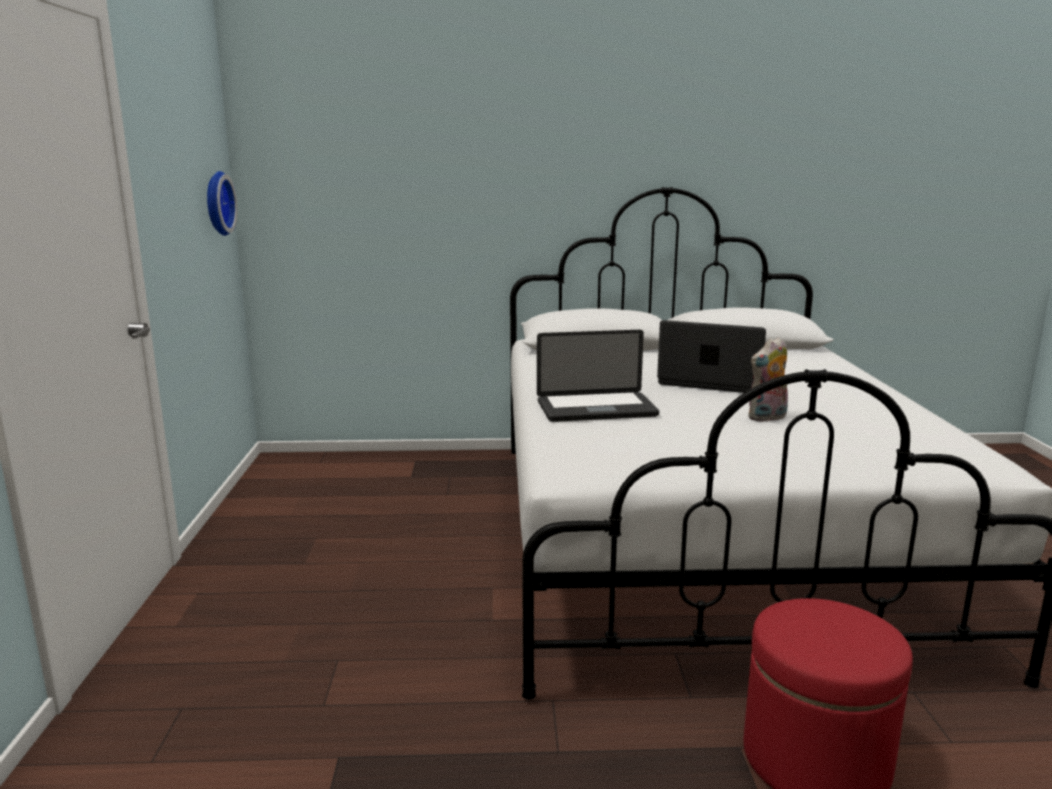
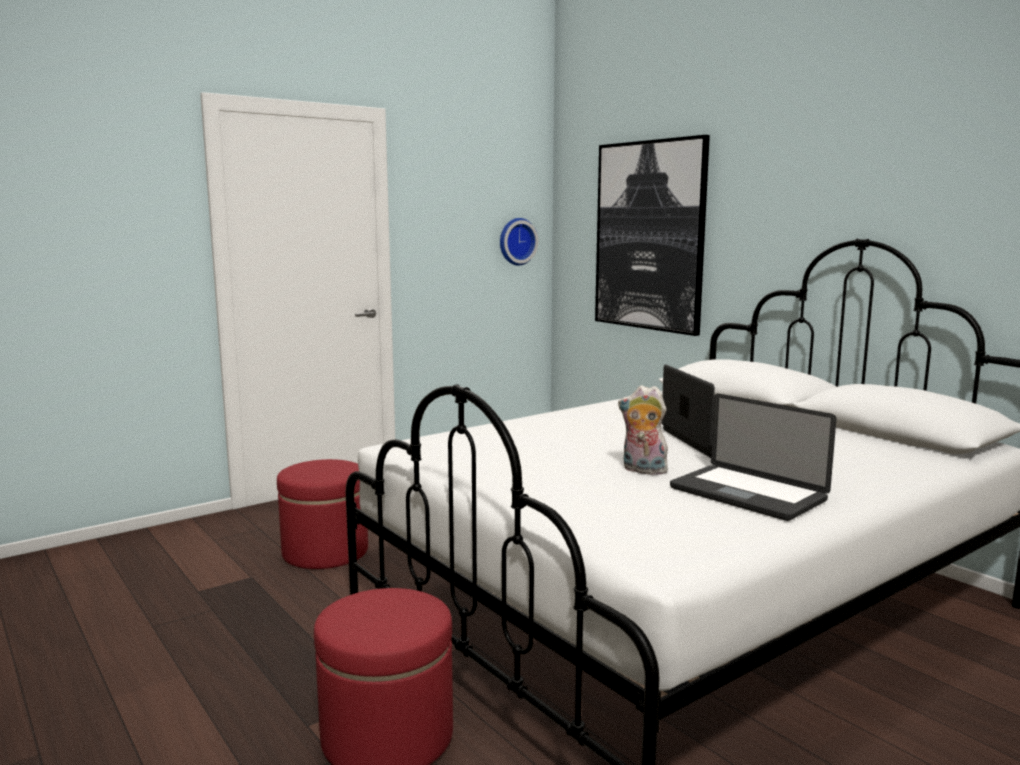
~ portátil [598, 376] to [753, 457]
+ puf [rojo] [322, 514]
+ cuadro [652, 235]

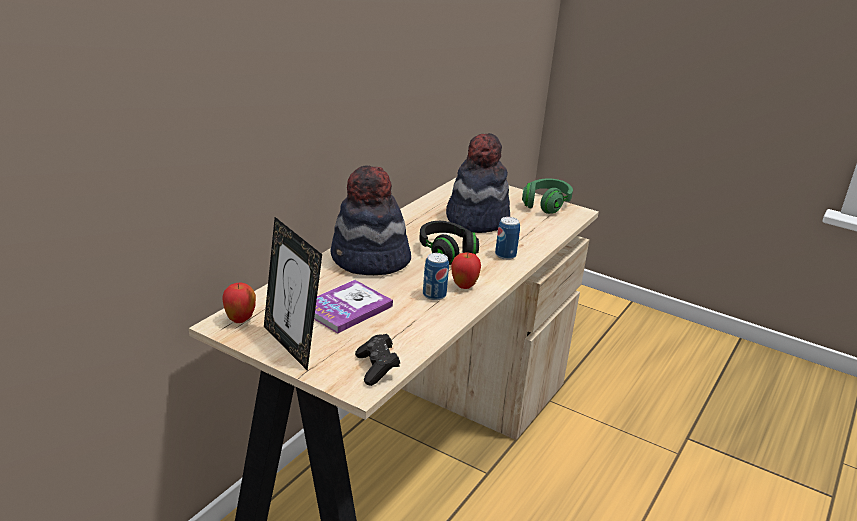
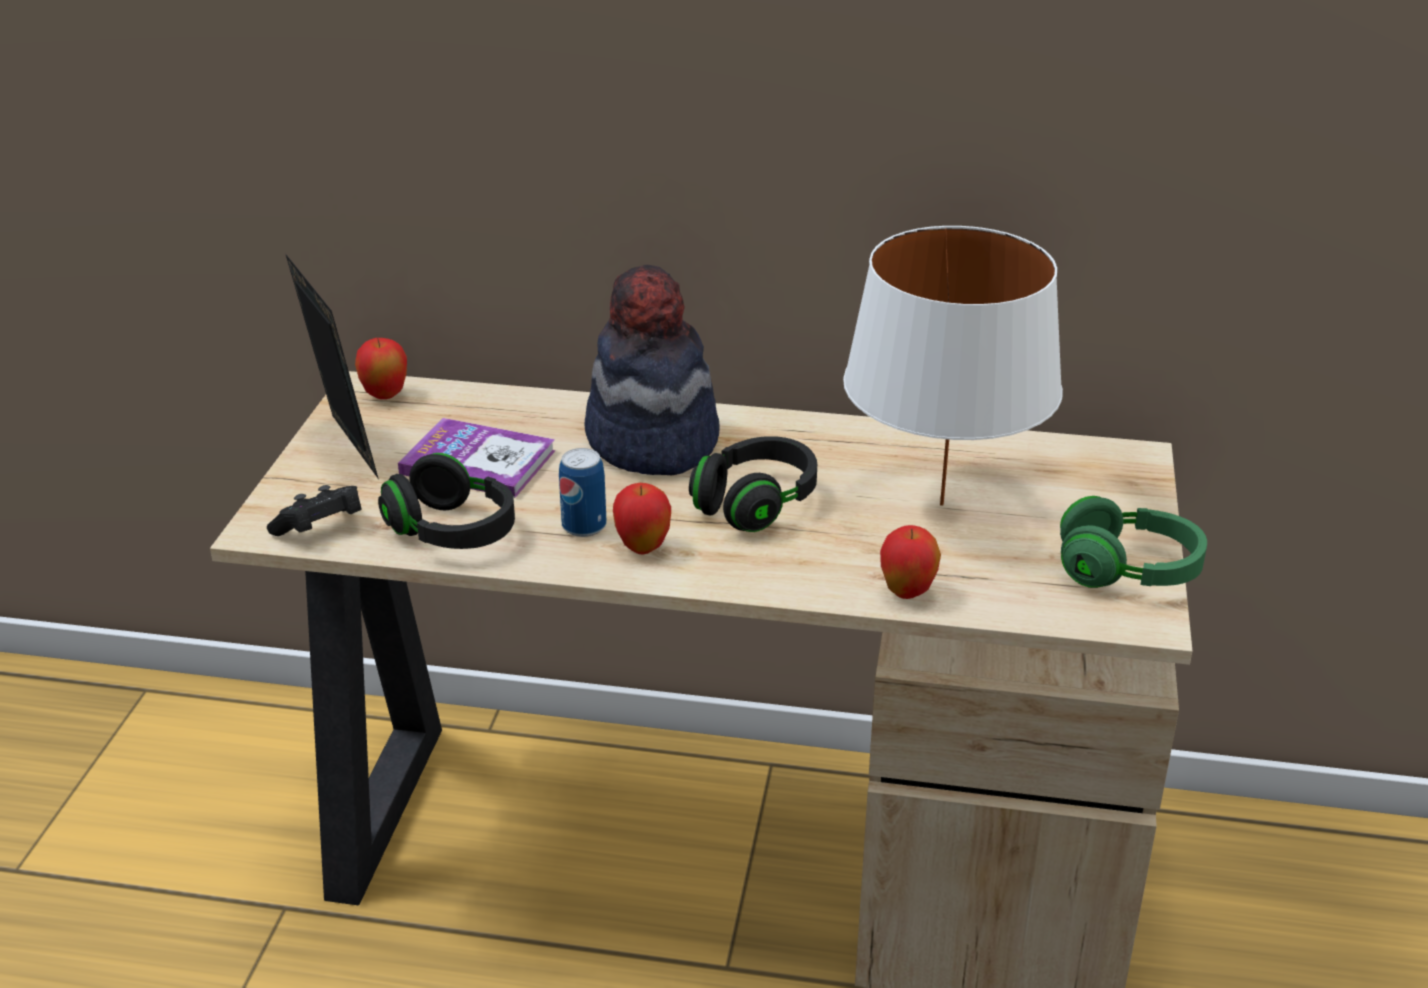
~ portarretratos [293, 294] = [332, 367] 120 degrees clockwise
~ sombrero [478, 183] to lámpara de mesa [blanco] [953, 366]
- lata [507, 238]
+ auriculares [negro] [446, 501]
+ manzana [910, 562]

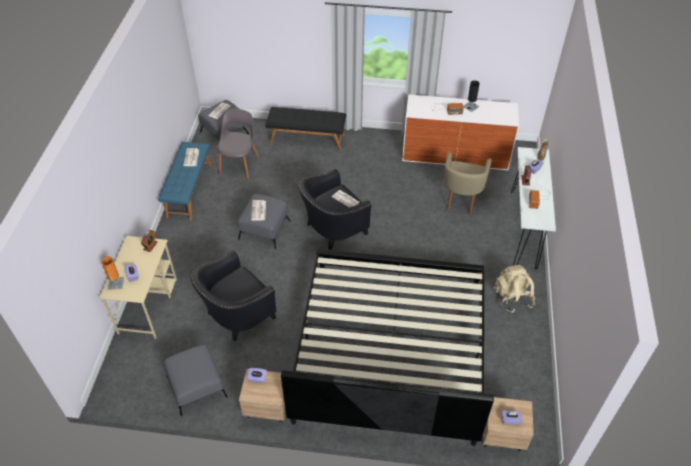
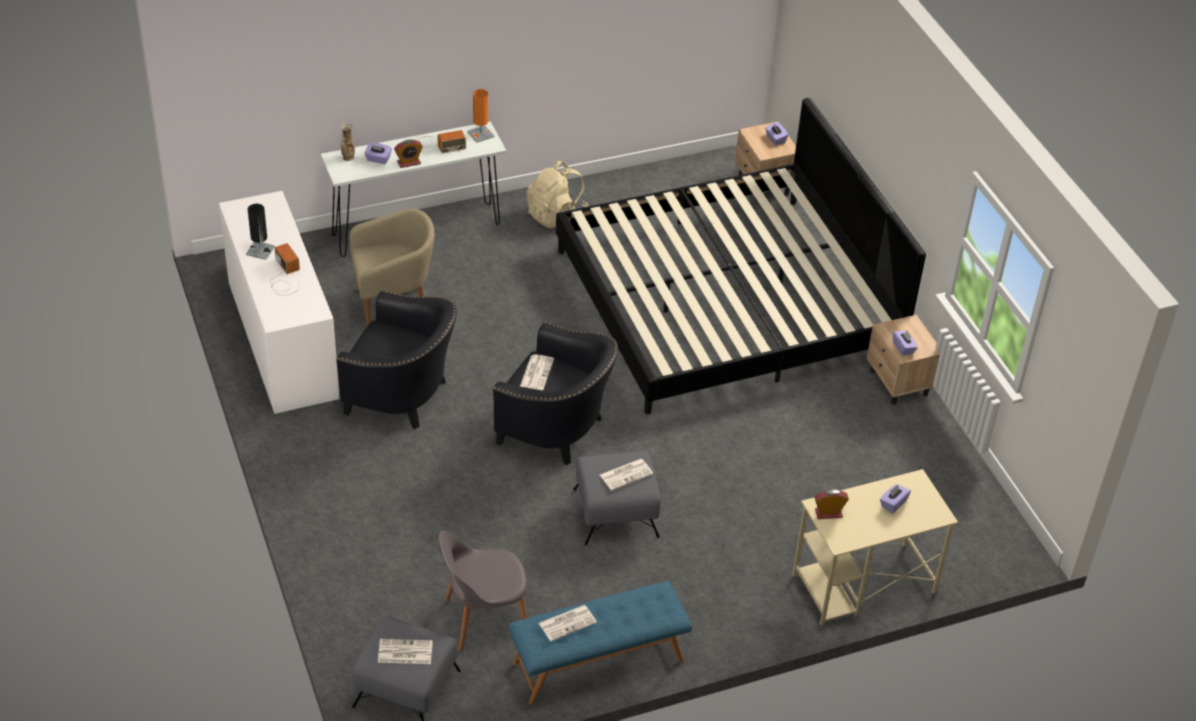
~ lámpara de mesa [naranja] [112, 273] to [480, 116]
- puf [gris] [195, 380]
~ sillón [negro] [234, 295] to [396, 359]
- banco [negro] [306, 129]

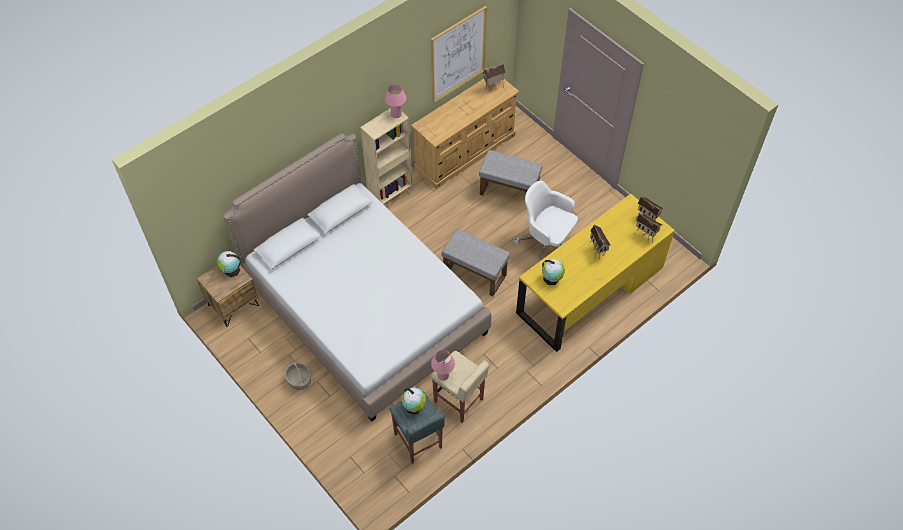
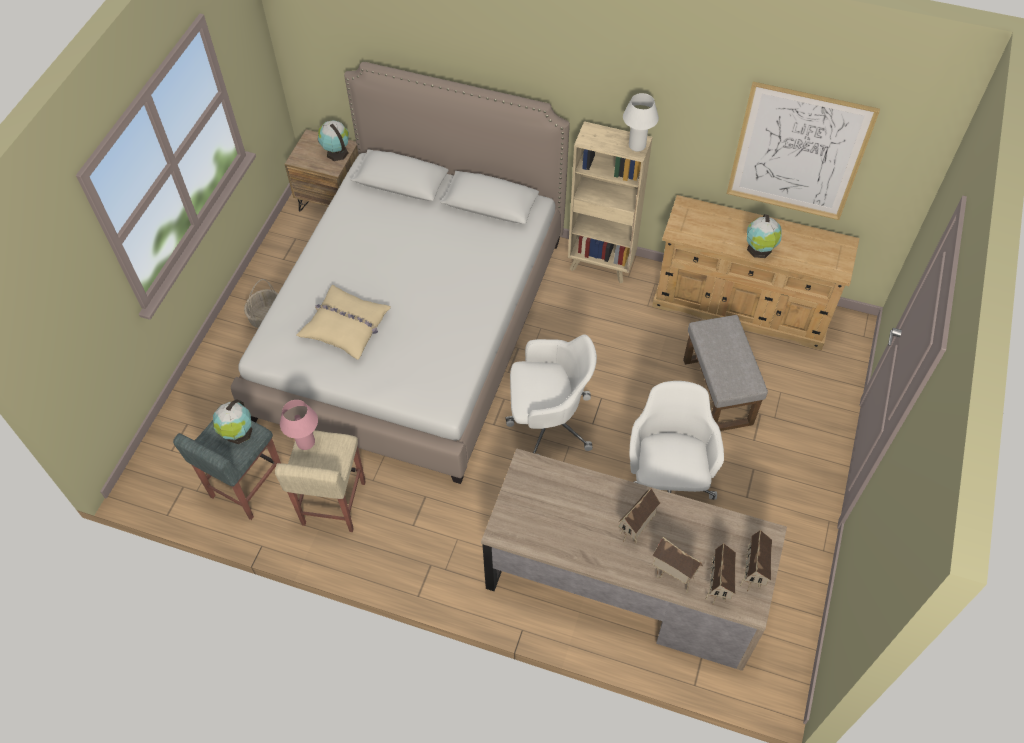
~ lámpara de mesa [rosa] [395, 101] to lámpara de mesa [blanco] [641, 122]
~ puf [gris] [476, 263] to silla de oficina [blanco] [551, 395]
~ casita [494, 78] to [677, 565]
~ escritorio [amarillo] [595, 273] to escritorio [marrón] [634, 559]
~ globo terráqueo [553, 272] to [764, 236]
+ cojín [beis] [343, 322]

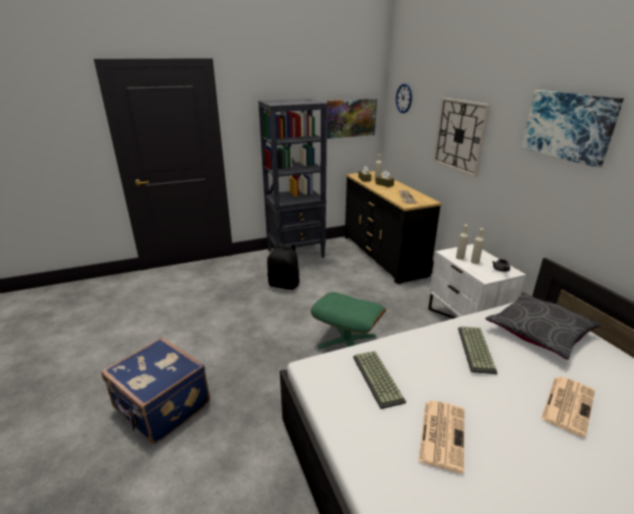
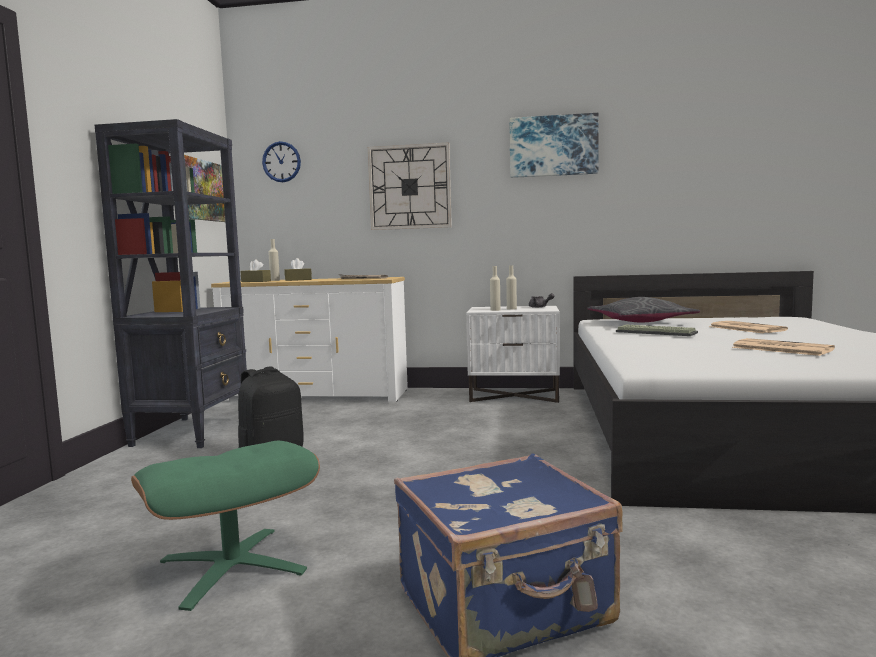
~ puf [verde] [348, 320] to [225, 526]
~ cómoda [negro] [393, 227] to cómoda [blanco] [309, 339]
- teclado [379, 380]

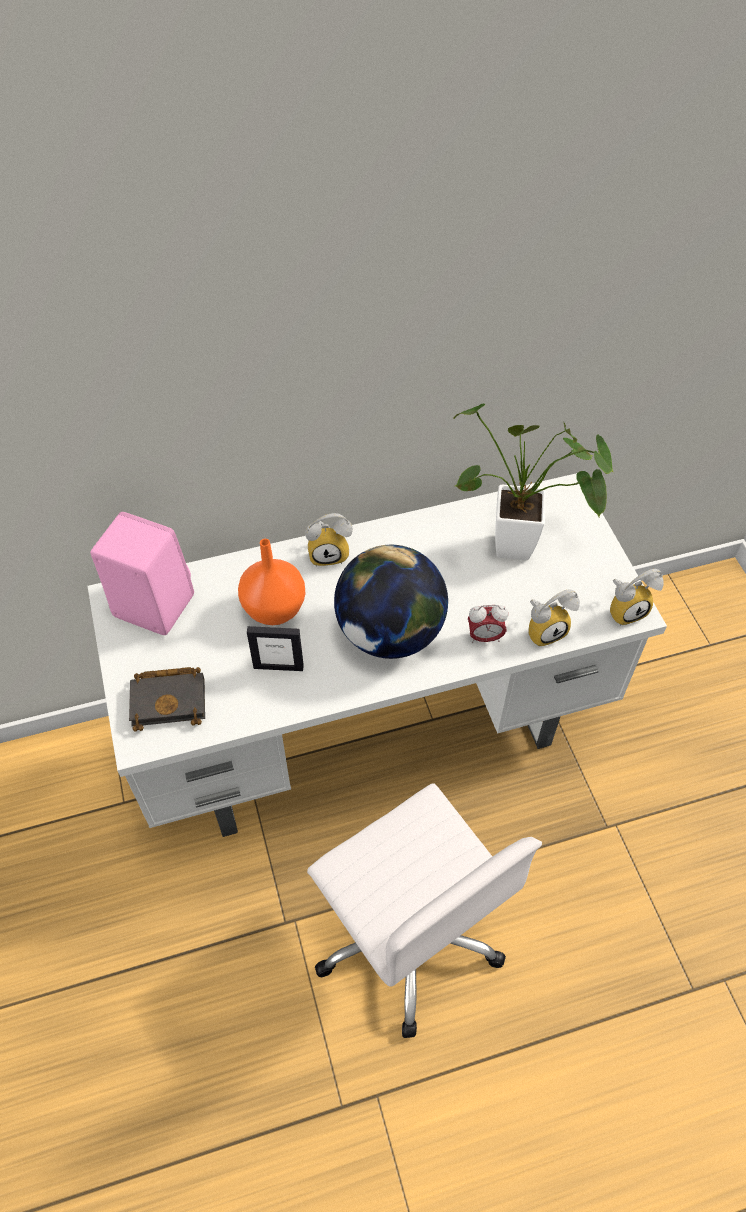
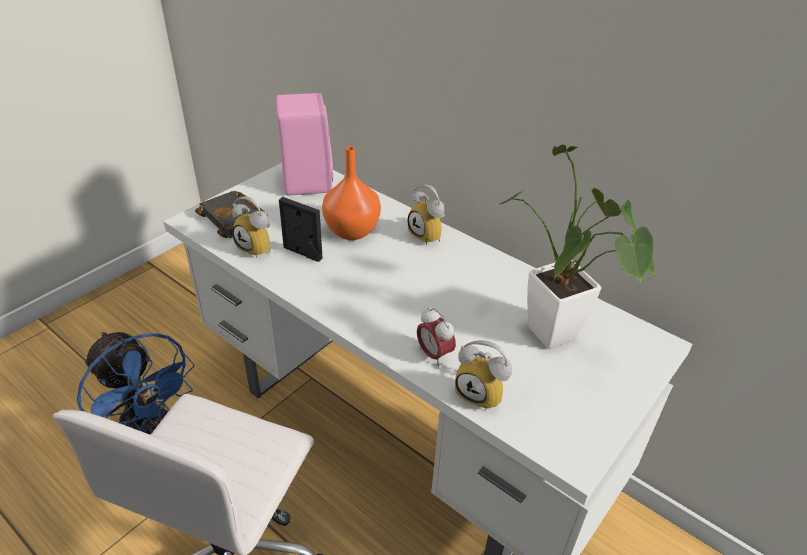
~ portarretratos [275, 648] = [301, 229] 150 degrees clockwise
- globo terráqueo [391, 602]
~ despertador [637, 597] to [251, 227]
+ ventilador [azul] [136, 383]

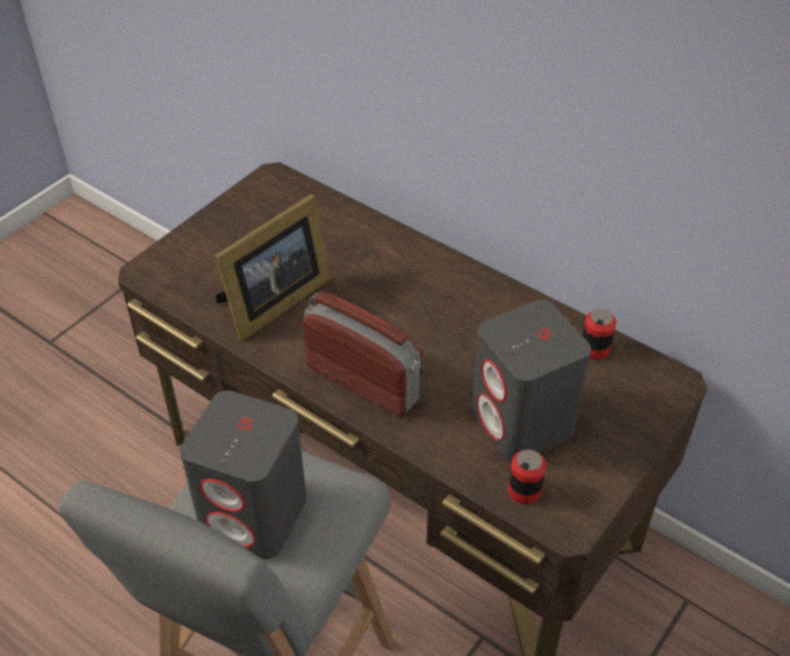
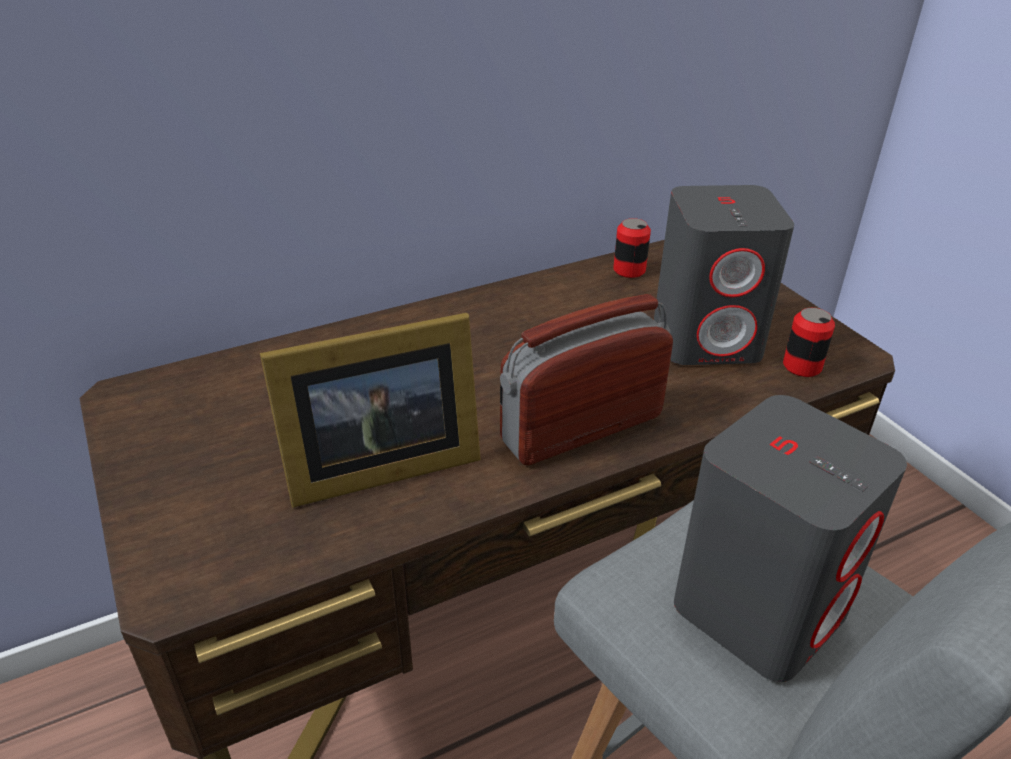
~ portarretratos [273, 267] = [370, 410] 90 degrees clockwise

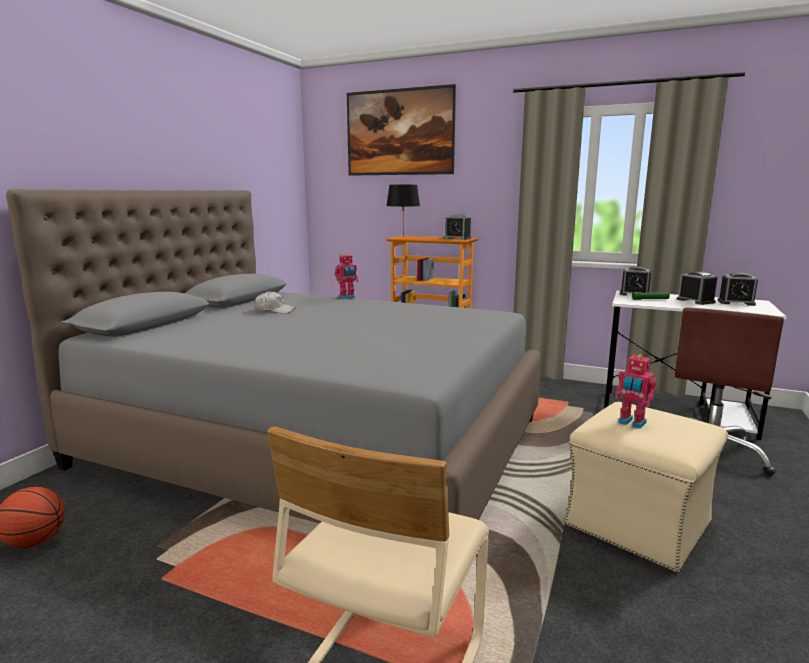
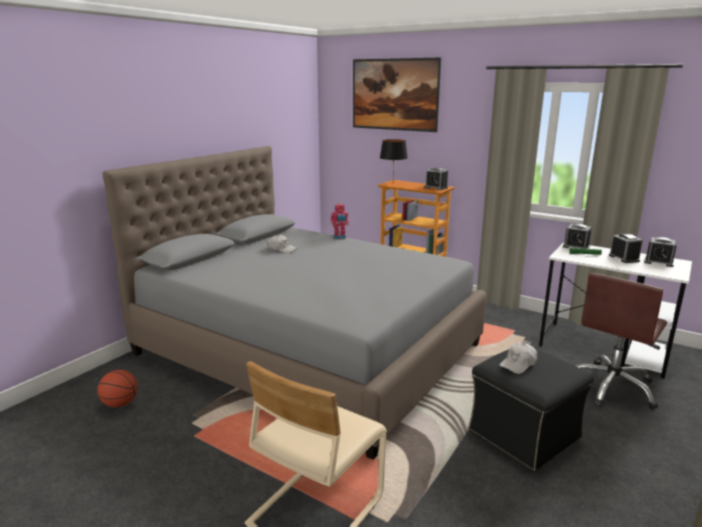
~ puf [beis] [646, 487] to puf [negro] [531, 410]
~ robot de juguete [636, 391] to gorra [blanco] [518, 358]

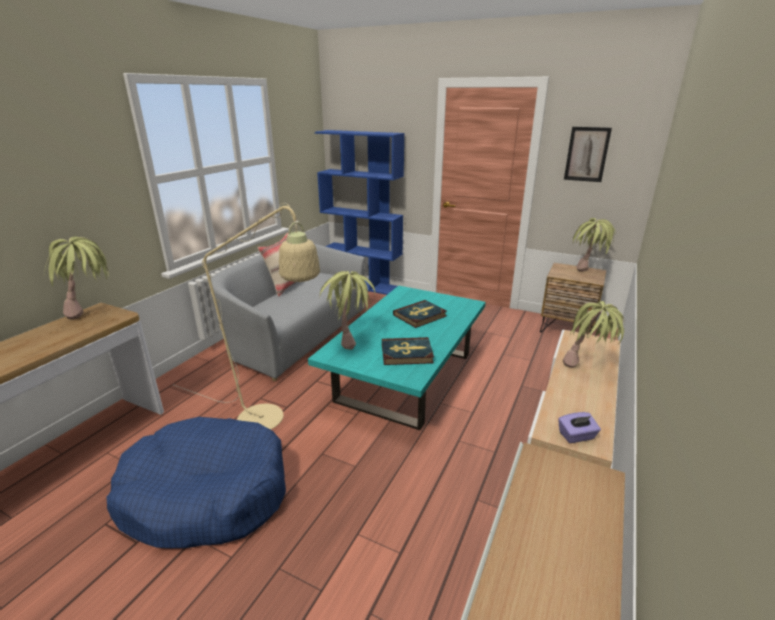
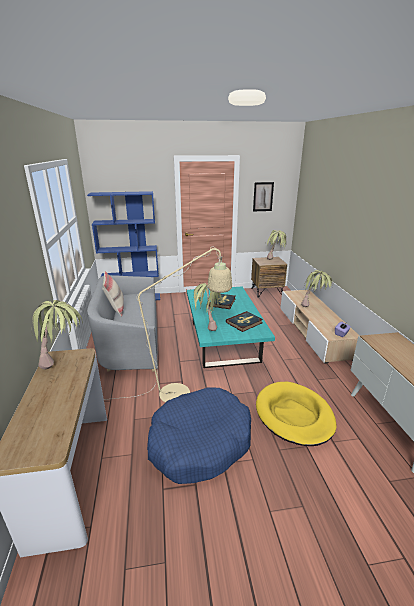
+ cama para perro [amarillo] [296, 414]

